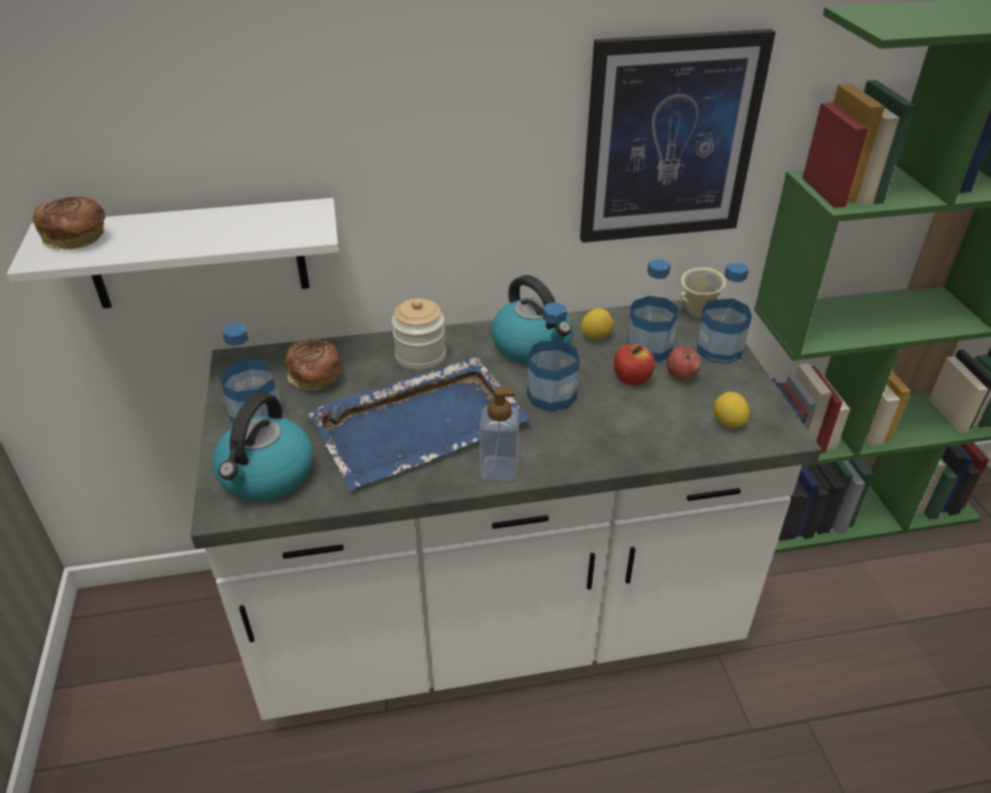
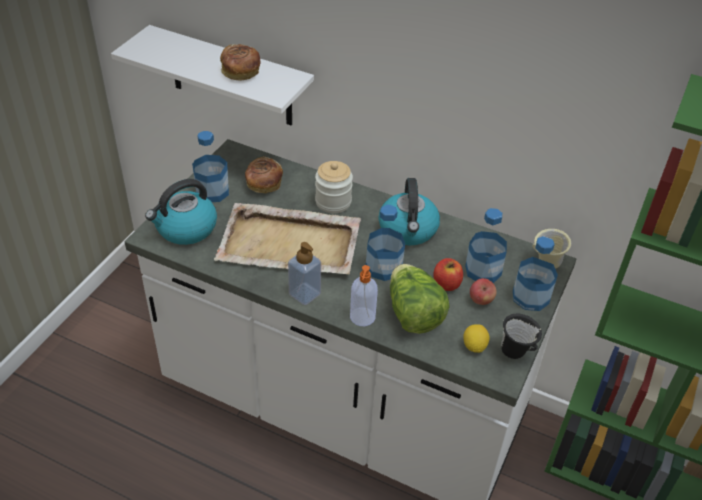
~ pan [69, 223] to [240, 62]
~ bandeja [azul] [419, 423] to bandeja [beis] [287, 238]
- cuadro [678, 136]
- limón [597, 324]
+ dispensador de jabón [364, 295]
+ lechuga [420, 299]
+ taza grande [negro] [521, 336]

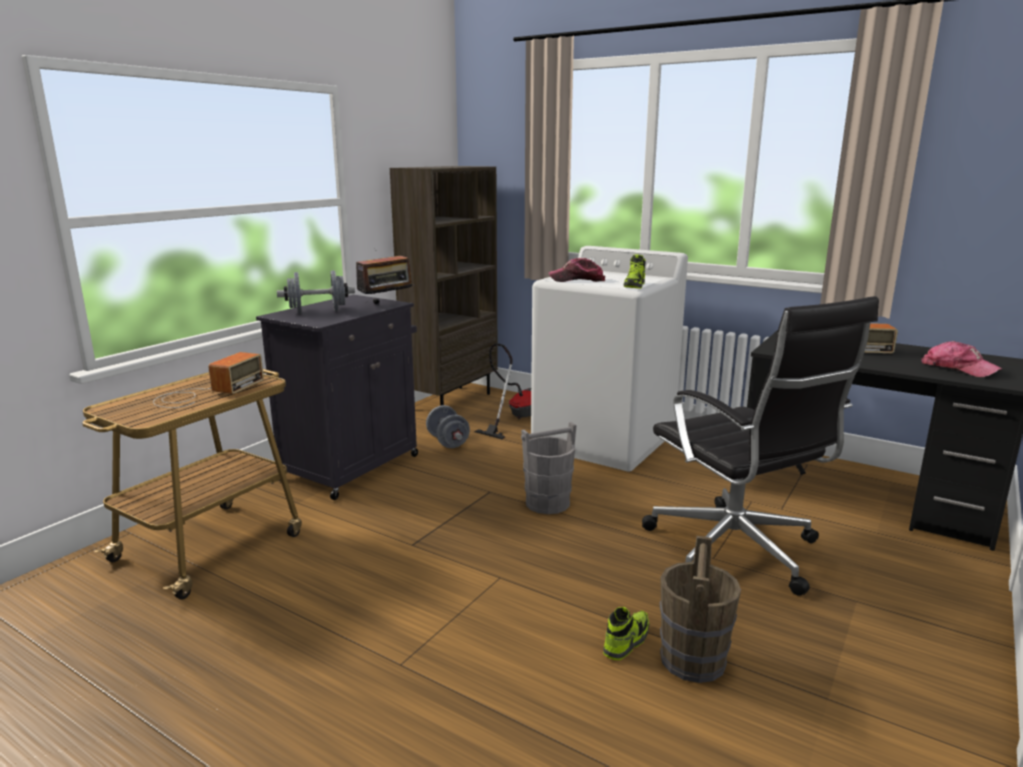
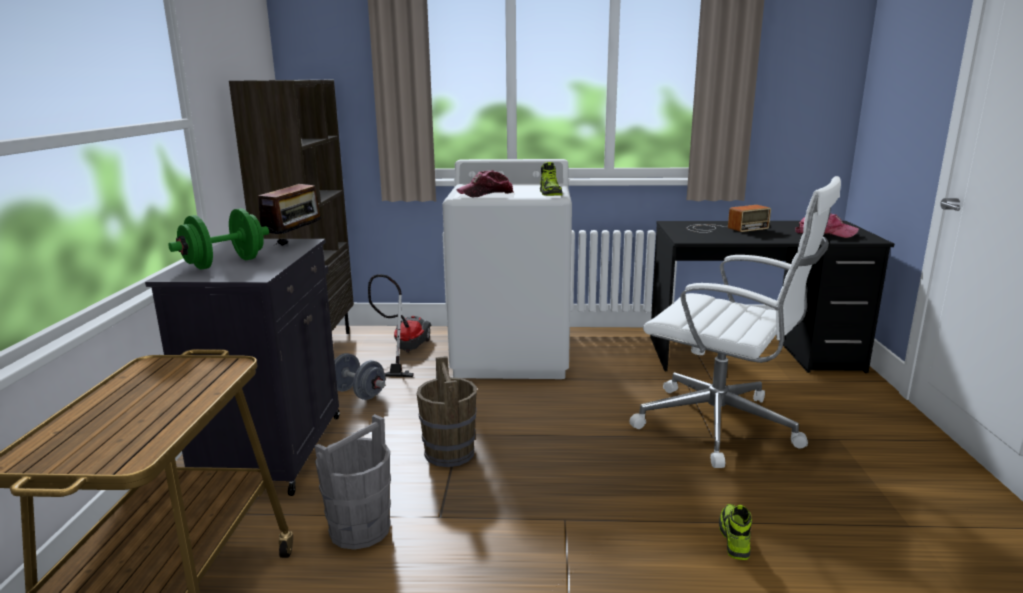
- radio [208, 380]
~ mancuerna [gris] [316, 292] to mancuerna [verde] [218, 239]
~ cubo [gris] [548, 468] to [353, 482]
~ silla de oficina [negro] [760, 446] to silla de oficina [blanco] [735, 322]
~ cubo [marrón] [700, 609] to [446, 411]

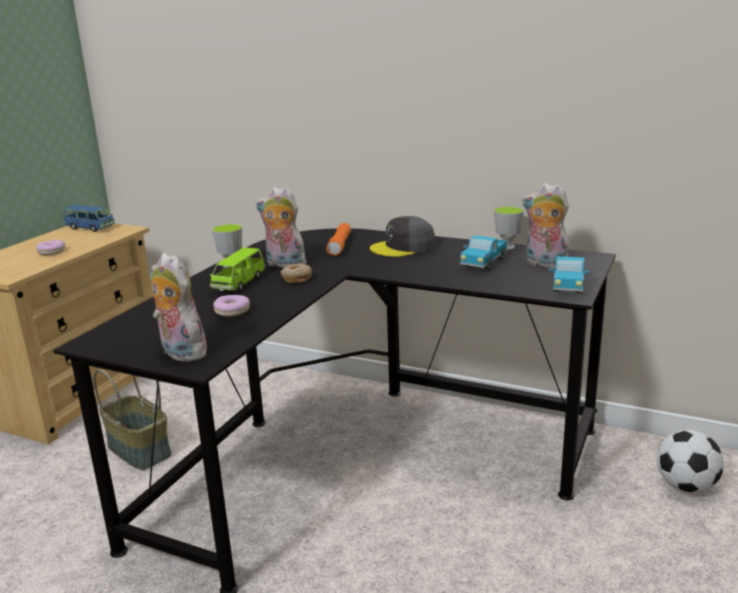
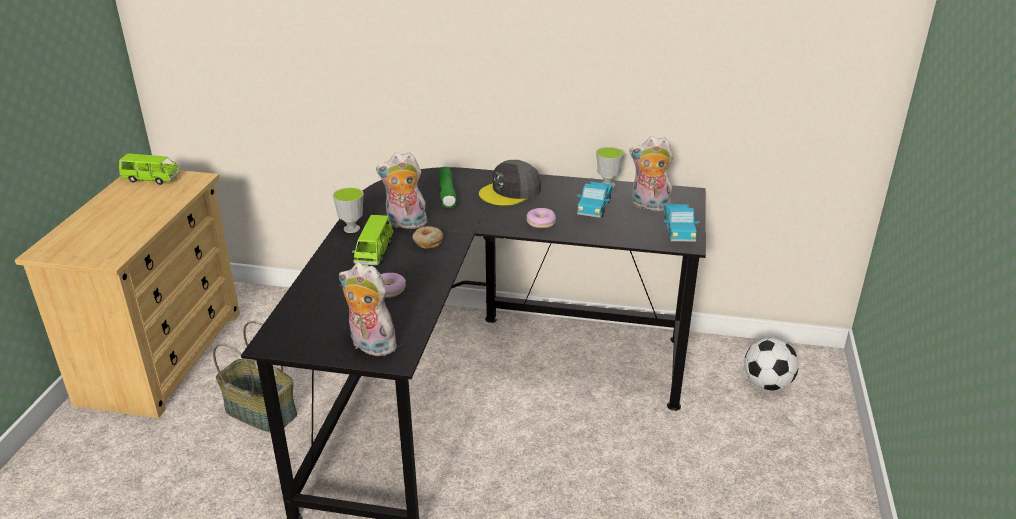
~ rosquilla [50, 247] to [541, 218]
~ coche de juguete [azul] [89, 218] to coche de juguete [verde] [150, 169]
~ linterna [naranja] [338, 239] to linterna [verde] [448, 187]

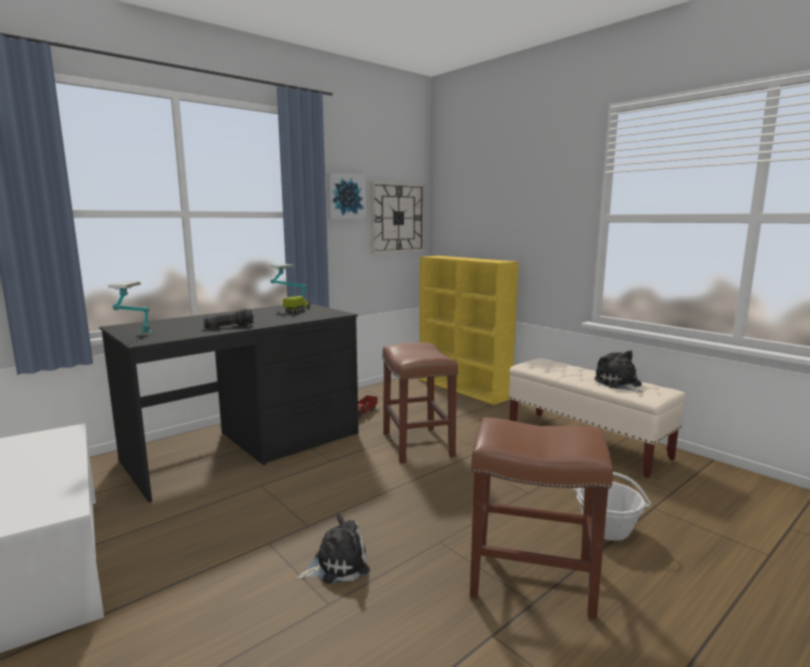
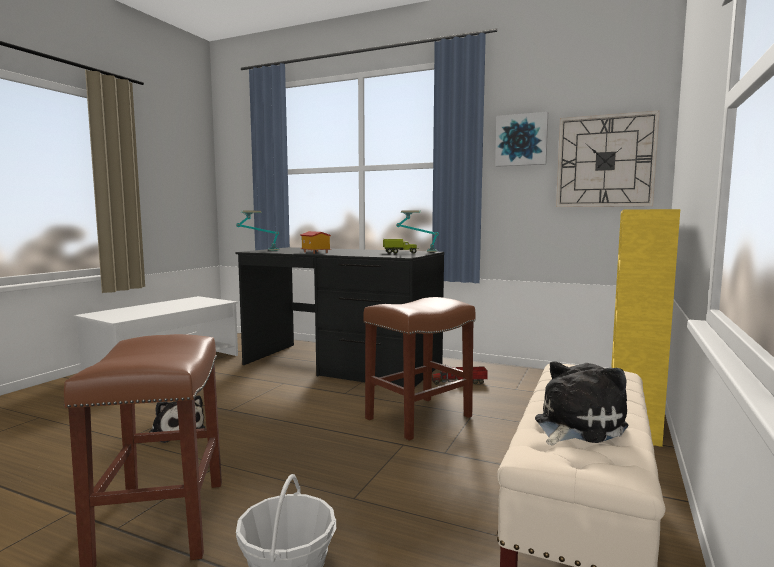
~ linterna [228, 319] to casita [315, 242]

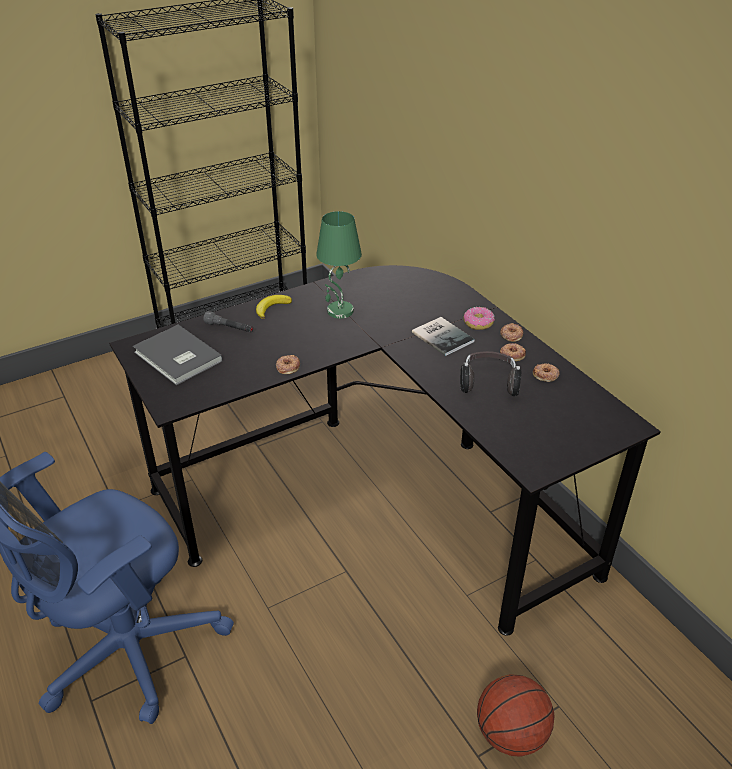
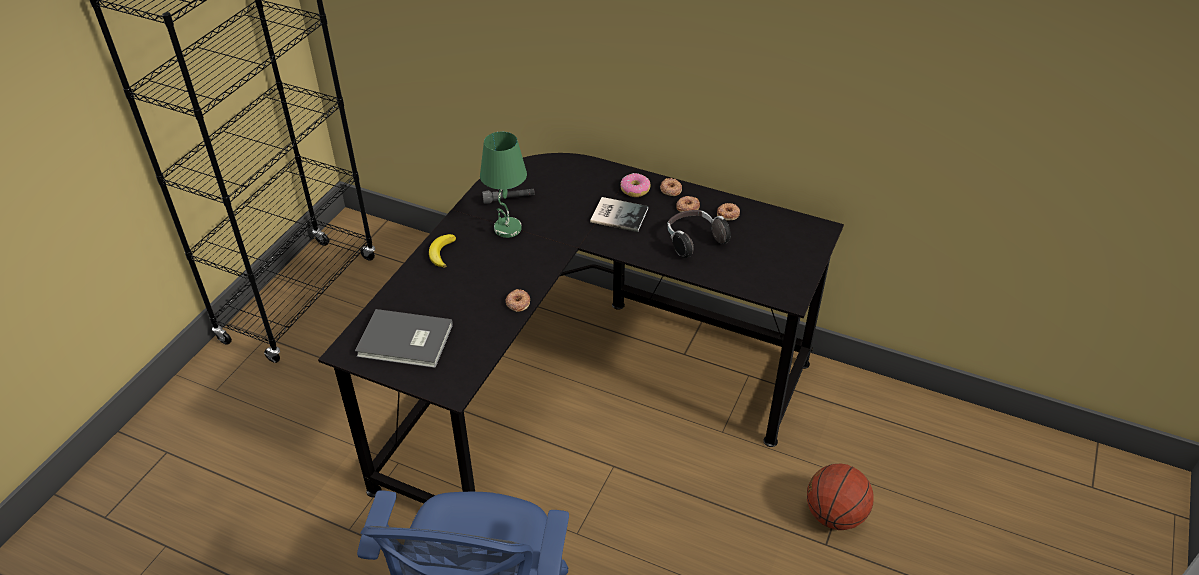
~ linterna [gris] [228, 321] to [508, 196]

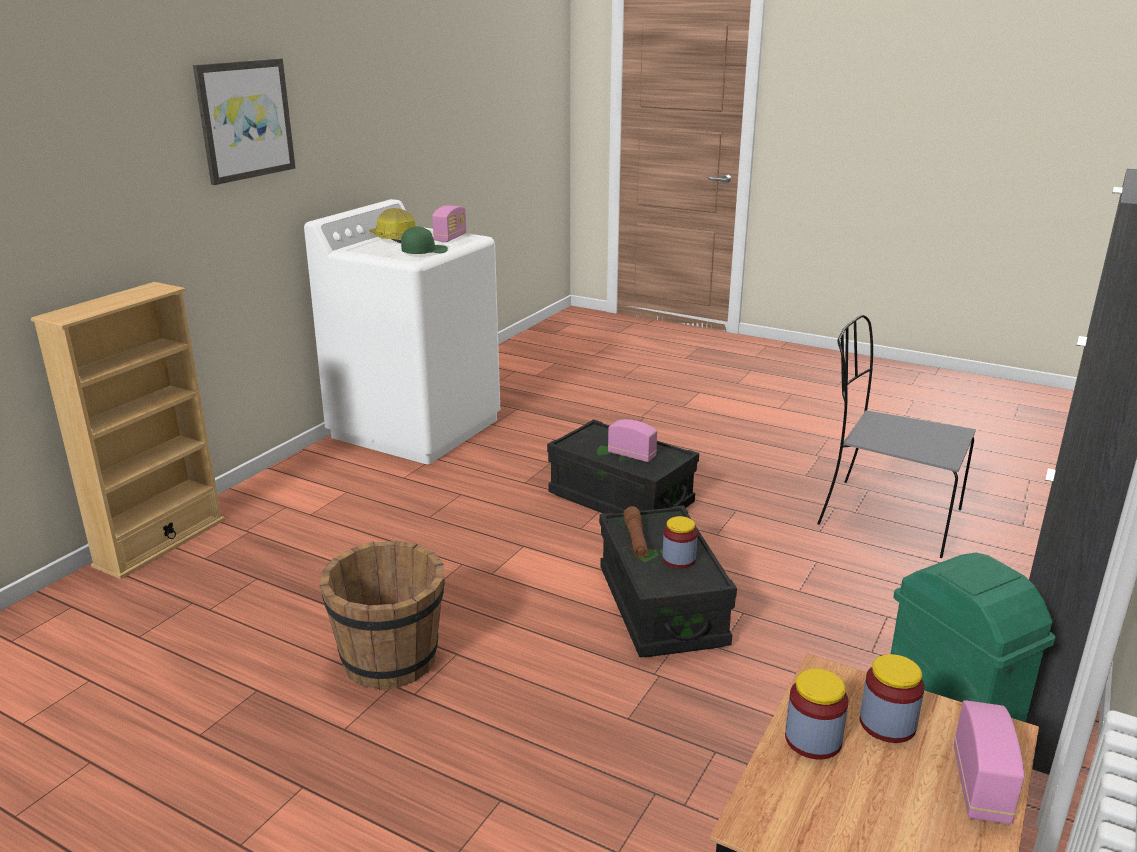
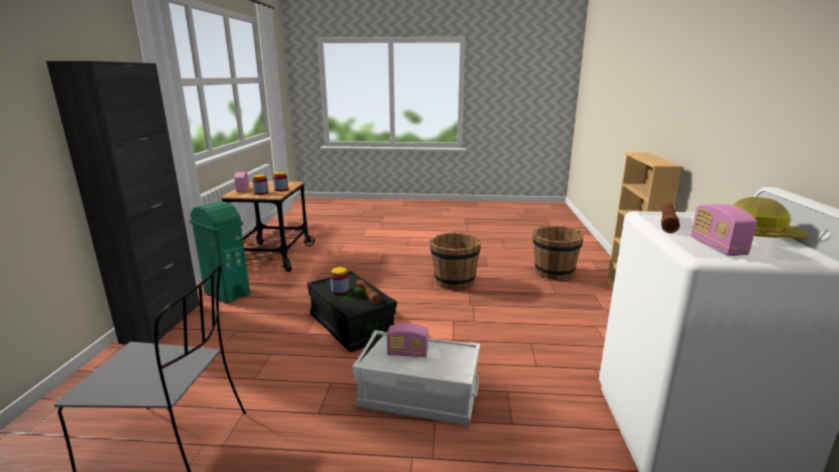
- cuadro [244, 122]
~ gorra [verde] [424, 240] to linterna [marrón] [670, 218]
~ caja de almacenaje [negro] [623, 466] to caja de almacenaje [blanco] [416, 377]
+ cubo [marrón] [558, 253]

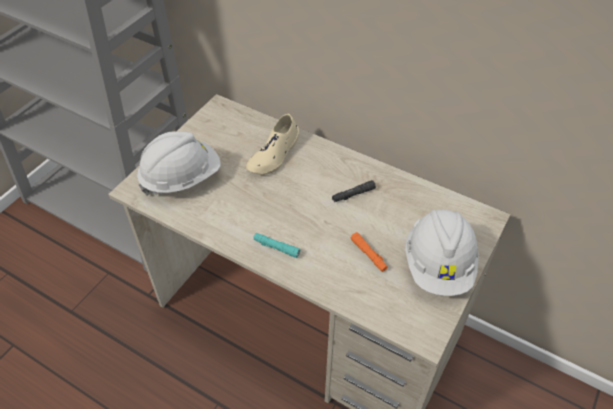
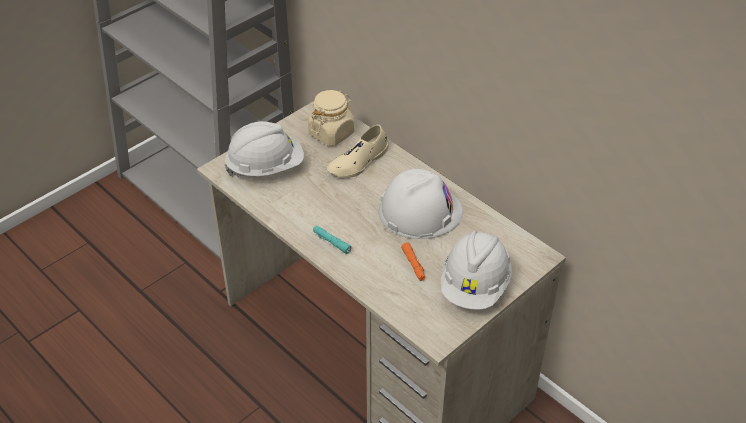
~ linterna [negro] [354, 191] to casco [blanco] [420, 204]
+ tarro [beis] [331, 118]

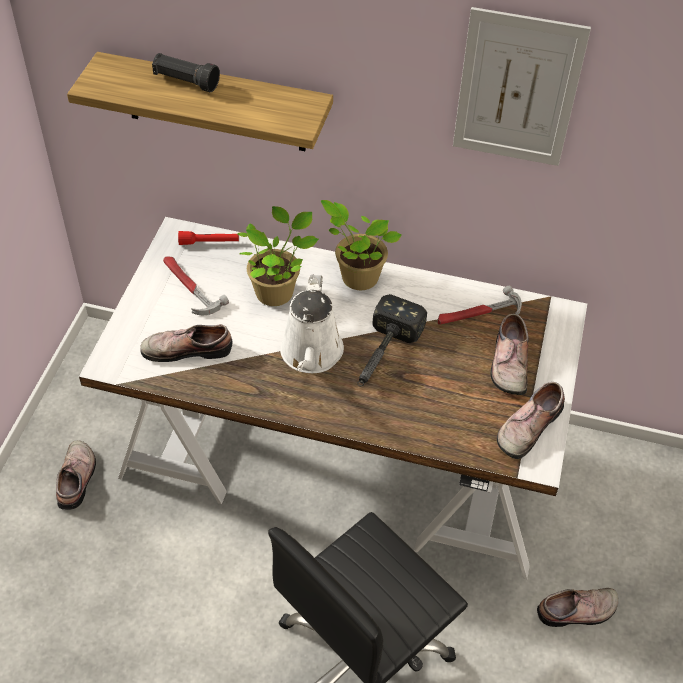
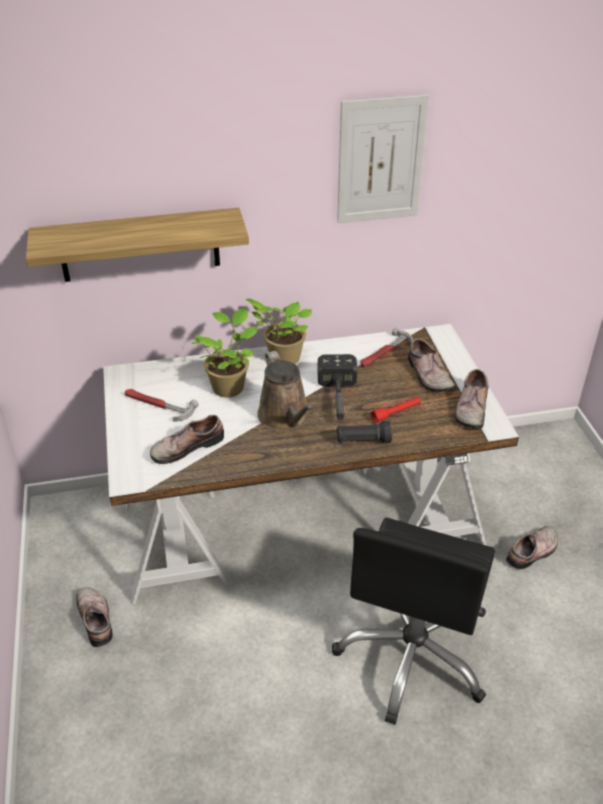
~ linterna [negro] [186, 72] to [364, 432]
~ linterna [rojo] [208, 238] to [396, 410]
~ regadera [blanco] [312, 323] to regadera [marrón] [285, 391]

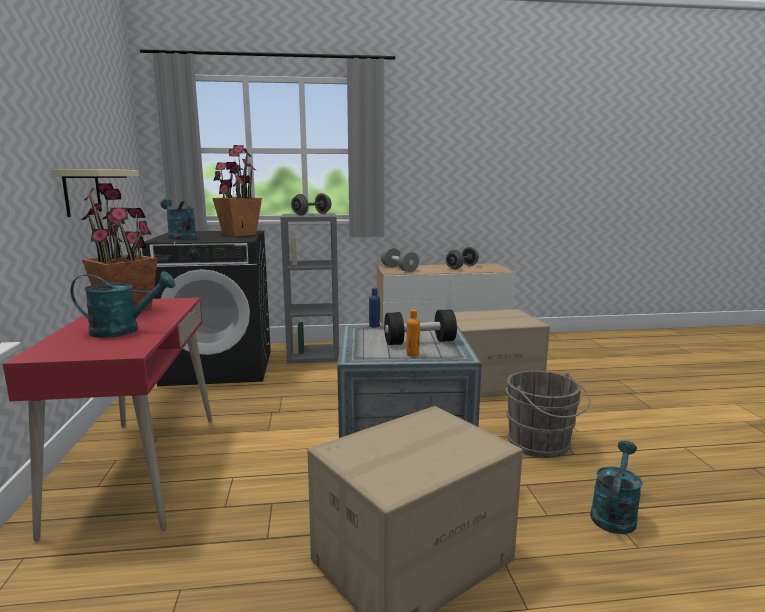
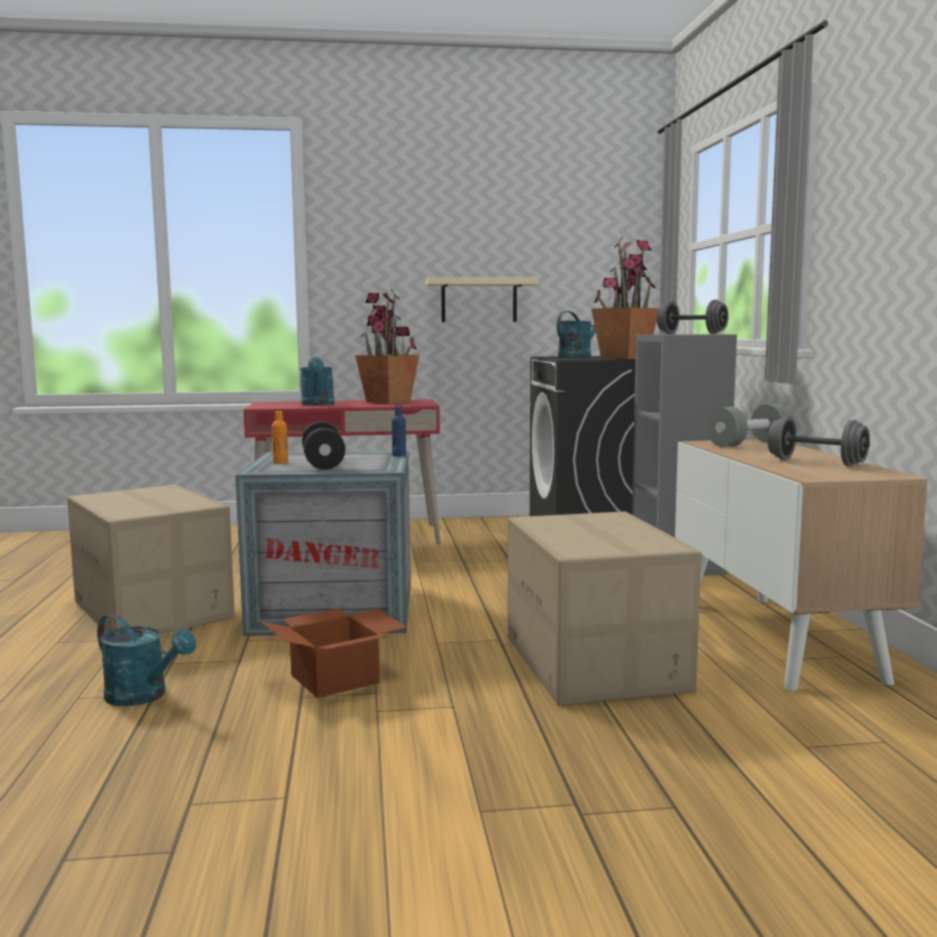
~ cubo [gris] [548, 414] to caja de cartón [333, 653]

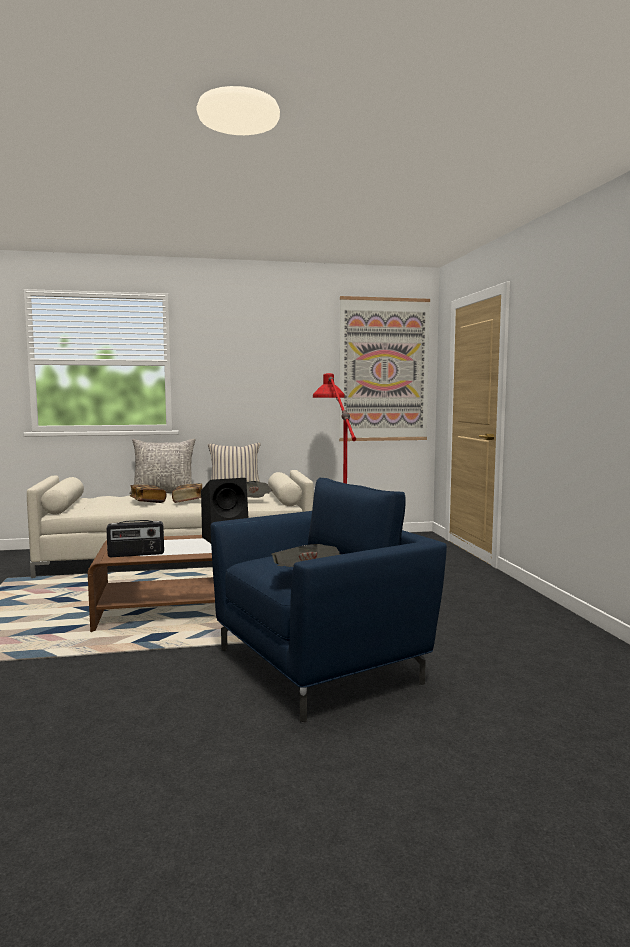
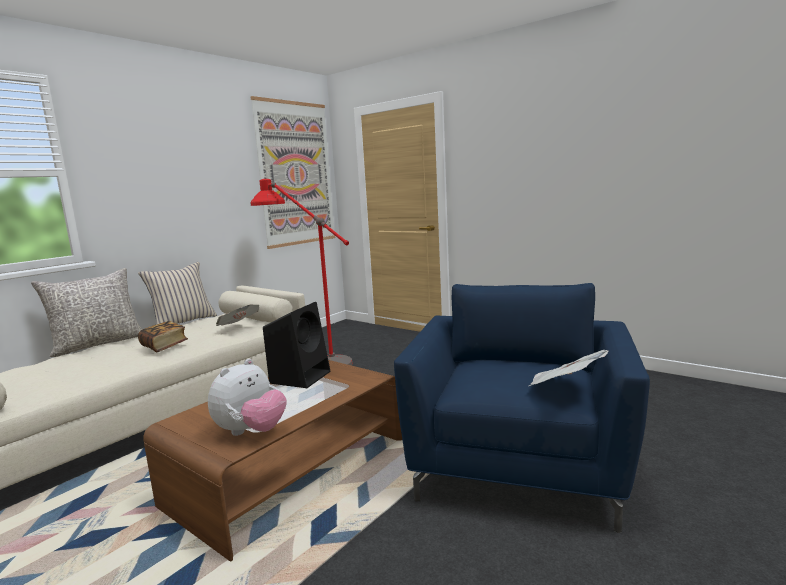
~ radio [135, 538] to peluche [247, 397]
- libro [148, 494]

